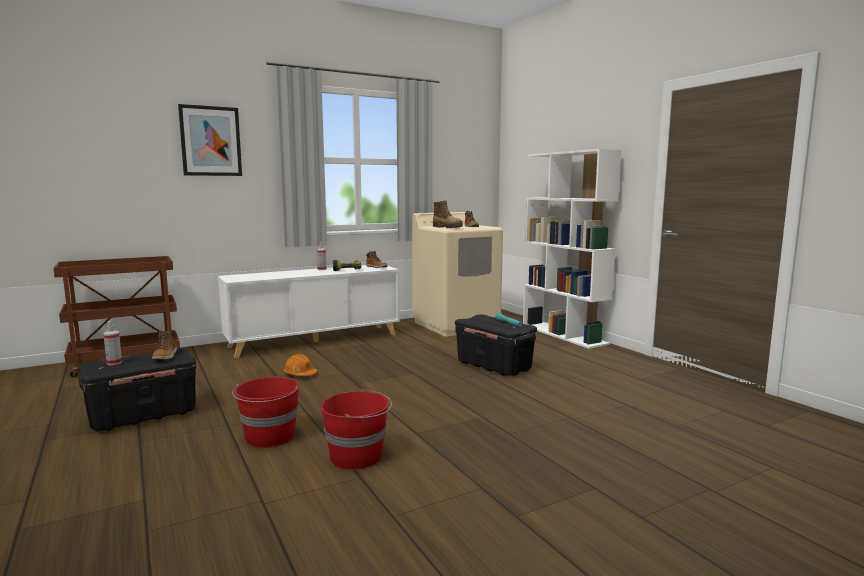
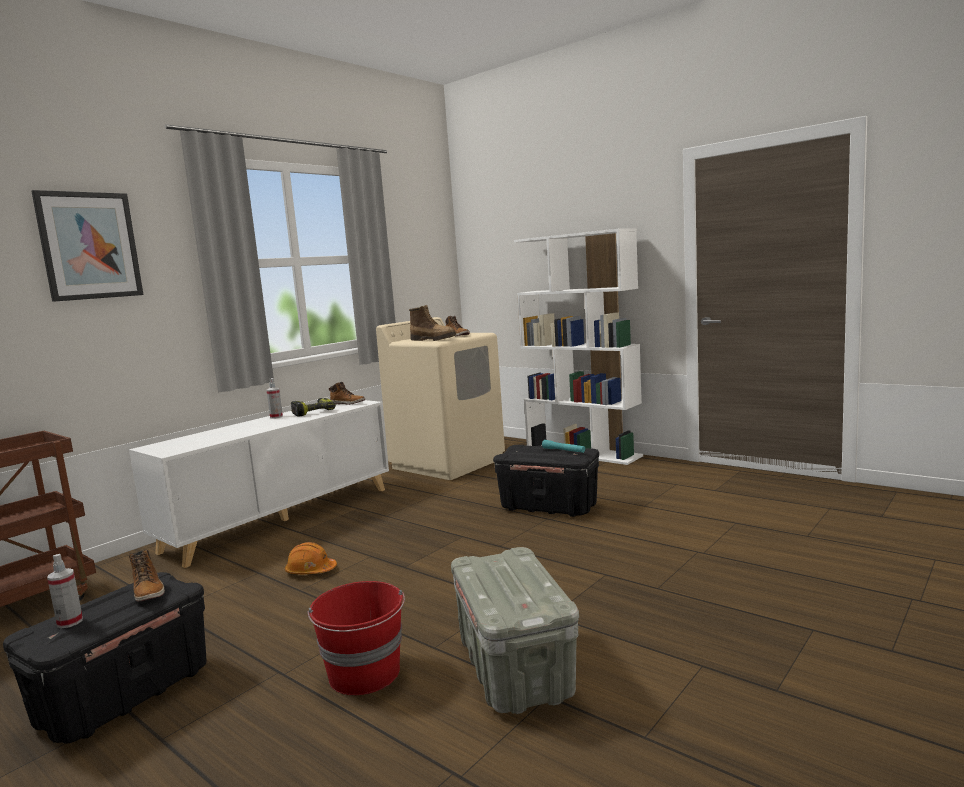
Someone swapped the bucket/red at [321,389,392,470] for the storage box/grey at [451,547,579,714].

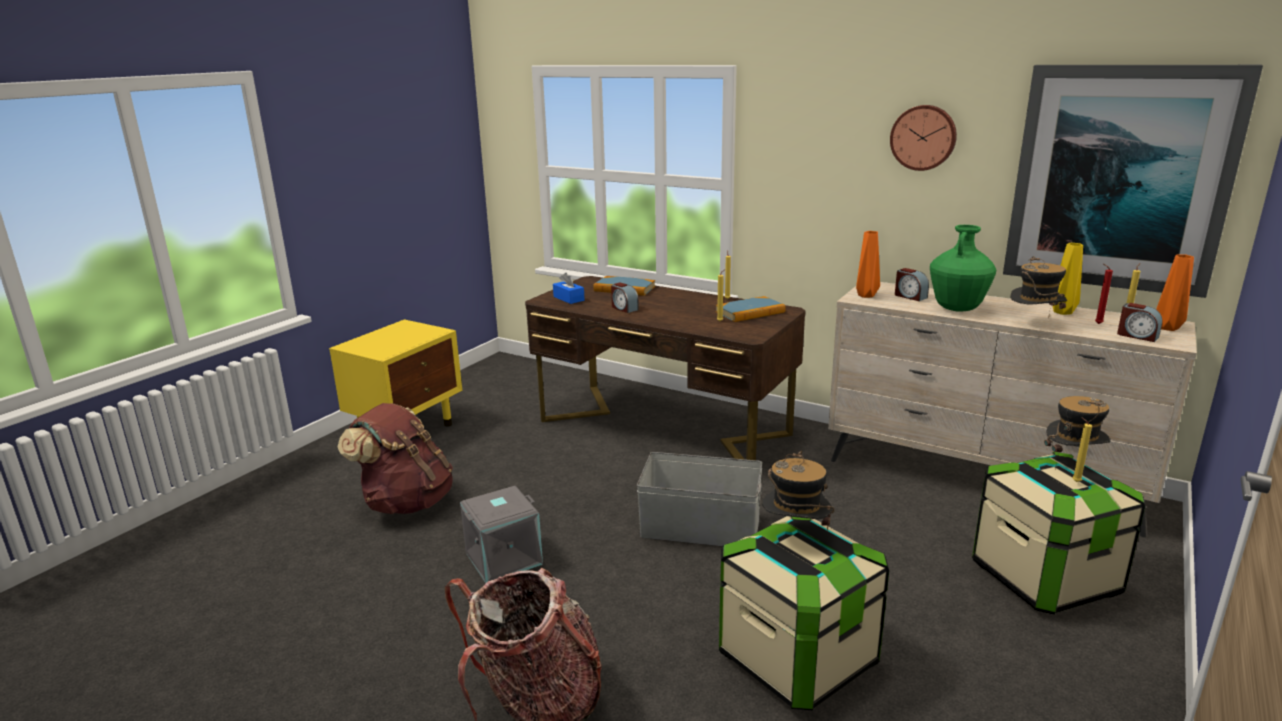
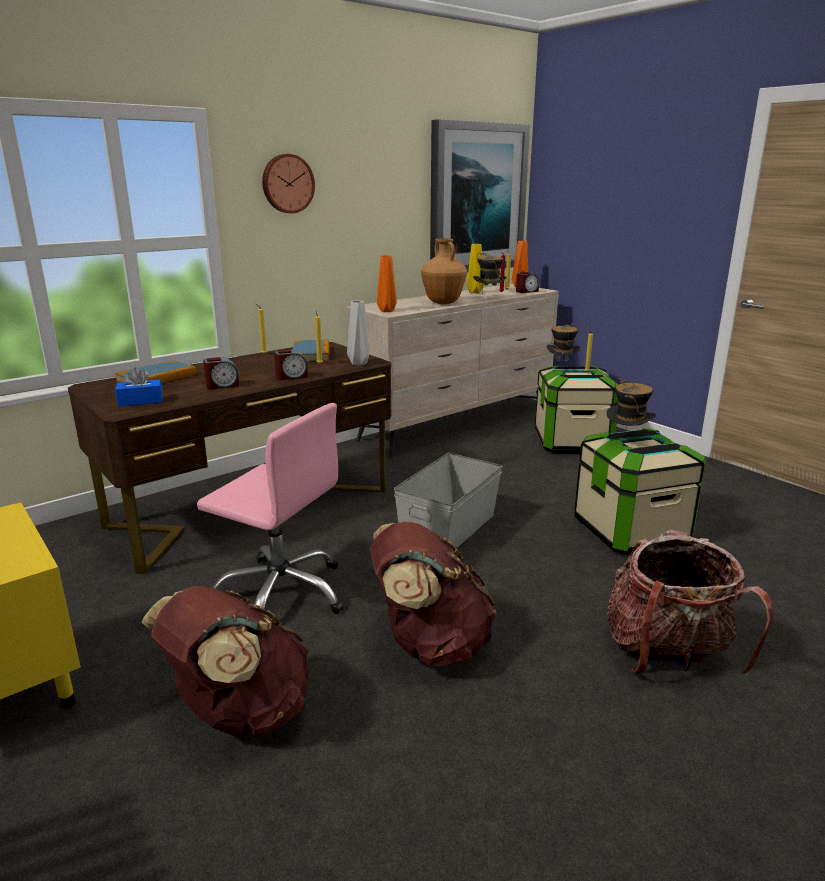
Someone put down the office chair/pink at [197,403,344,614]. Someone put down the vase/grey at [347,300,370,366]. Someone carried the wall clock from [890,105,957,171] to [262,154,315,213]. Someone carried the alarm clock from [895,268,929,301] to [274,349,308,380]. Someone swapped the storage box/grey at [460,486,543,583] for the backpack/brown at [370,522,497,666]. Someone repainted the vase/green at [930,225,996,312], which became the vase/brown at [421,238,467,304].

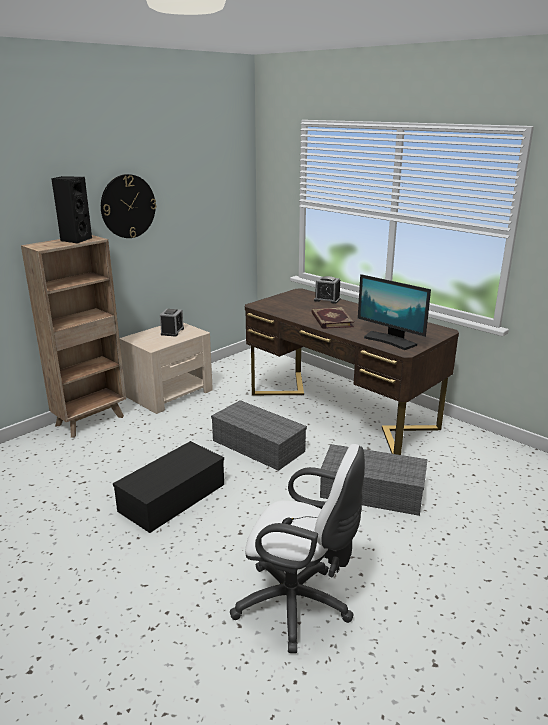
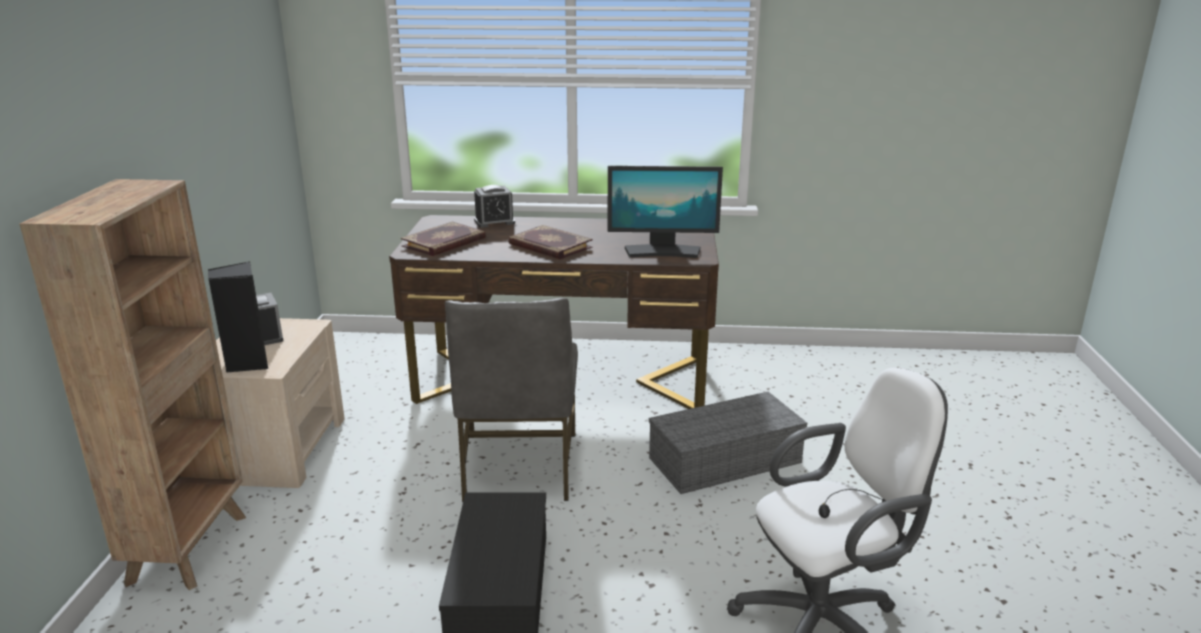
Someone took away the wall clock at [101,174,156,238]. Someone put down the book at [401,221,486,256]. Someone carried the speaker/black from [51,176,92,244] to [208,261,268,372]. Someone swapped the storage box/grey at [211,400,307,471] for the chair/grey at [445,298,578,502].

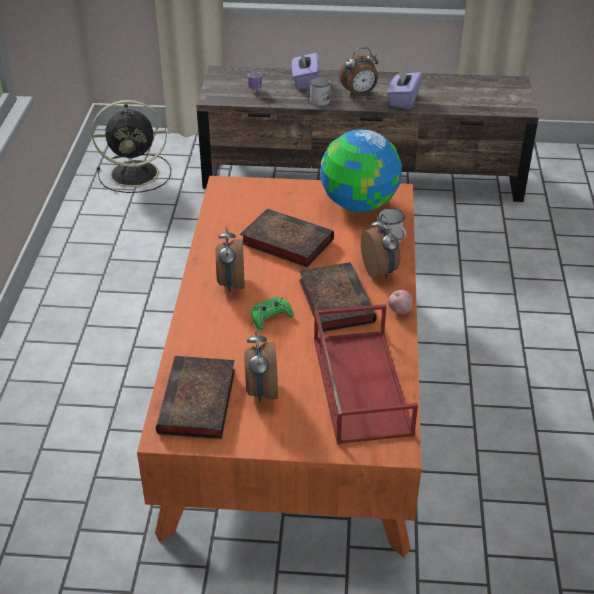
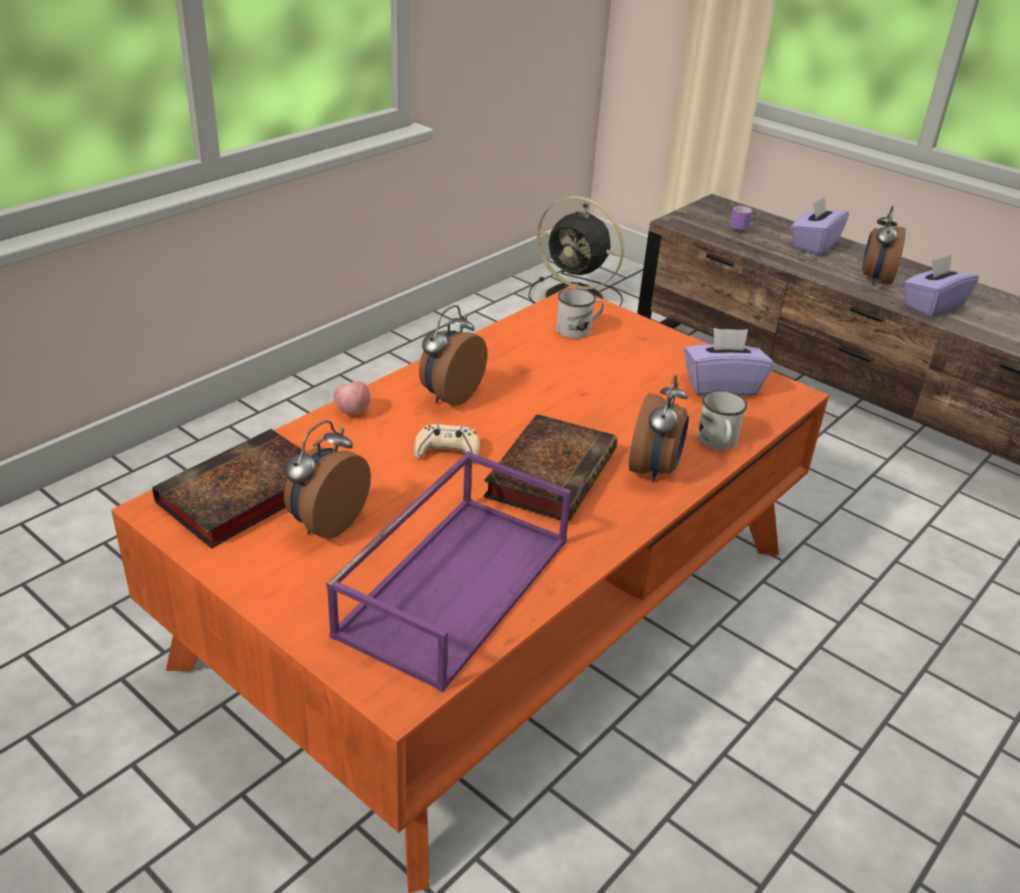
Someone took away the book at [240,208,334,267]. Someone carried the mug/white from [309,76,332,106] to [557,288,604,339]. Someone carried the apple from [388,290,413,314] to [334,381,370,415]. Someone swapped the globe at [321,129,402,212] for the tissue box/purple at [684,328,774,396]. Someone repainted the game controller/green at [251,297,293,330], which became the game controller/beige at [414,424,480,464]. Someone repainted the tray/red at [314,304,418,444], which became the tray/purple at [326,451,571,692]. Someone rotated the alarm clock at [339,47,378,96] by 90 degrees clockwise.

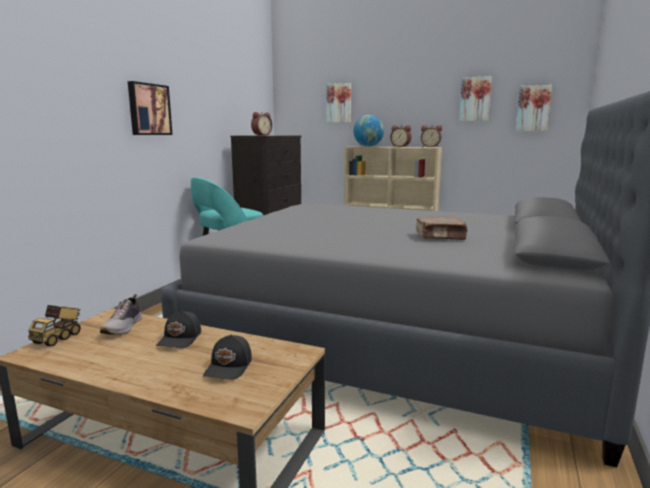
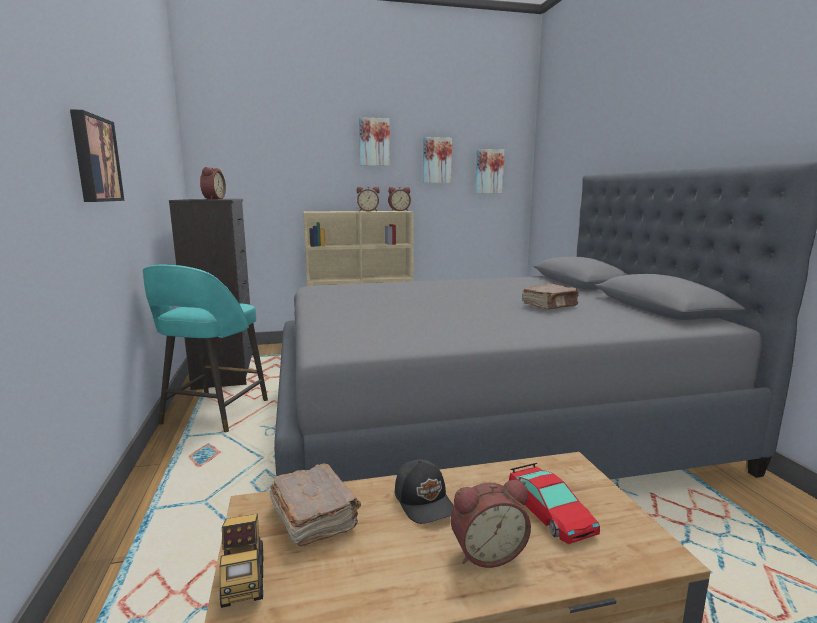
Someone took away the globe at [353,115,384,147]. Someone put down the alarm clock at [451,480,531,568]. Someone carried the picture from [326,83,351,123] to [359,117,390,166]. Someone swapped the shoe at [100,294,142,335] for the book/brown at [269,463,361,546]. Someone swapped the cap/black at [203,335,252,380] for the toy car at [509,463,600,544].

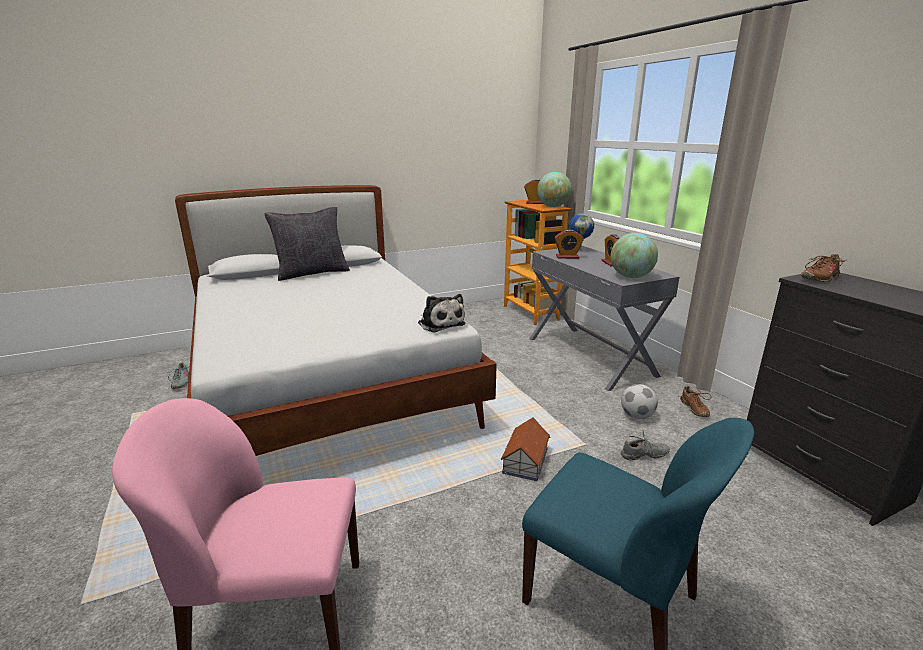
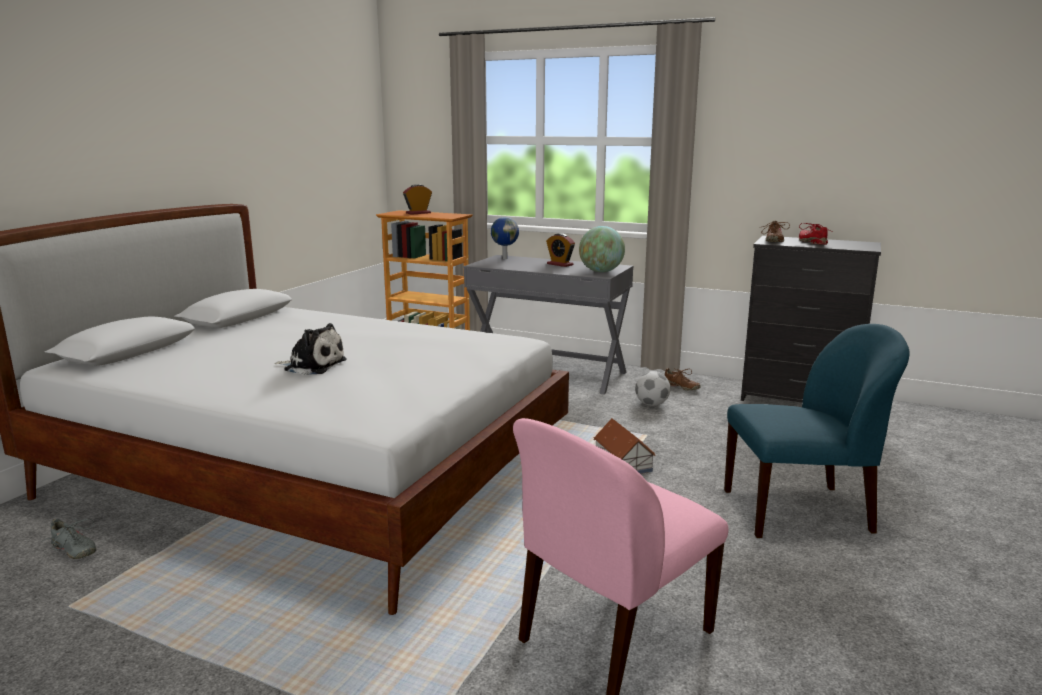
Someone took away the pillow/black at [264,207,350,281]. Someone took away the globe at [537,172,572,207]. Someone took away the alarm clock at [555,229,584,259]. Someone took away the shoe/grey at [621,430,670,460]. Someone put down the shoe/red at [799,223,831,245]. Someone carried the plush toy from [418,294,466,333] to [274,323,347,375].

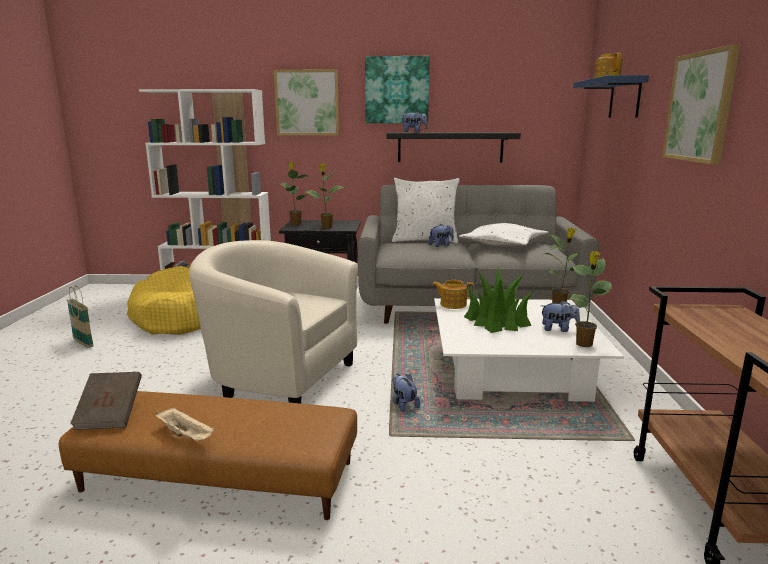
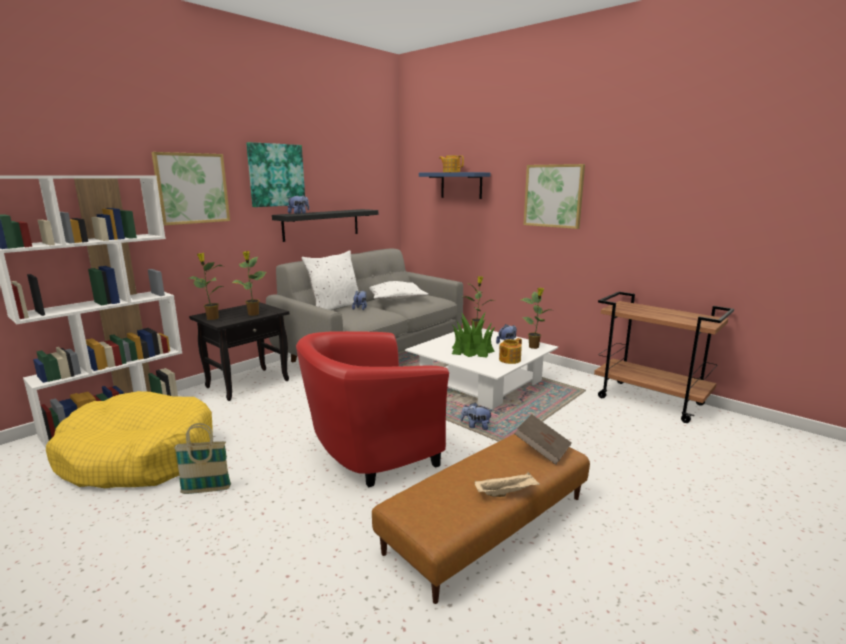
Someone carried the basket from [67,285,94,348] to [174,423,231,494]. Someone carried the book/brown from [70,372,142,430] to [514,414,572,465]. Someone carried the teapot from [432,280,474,309] to [499,338,522,364]. Someone repainted the armchair/beige at [189,240,358,404], which became the armchair/red at [296,331,449,488].

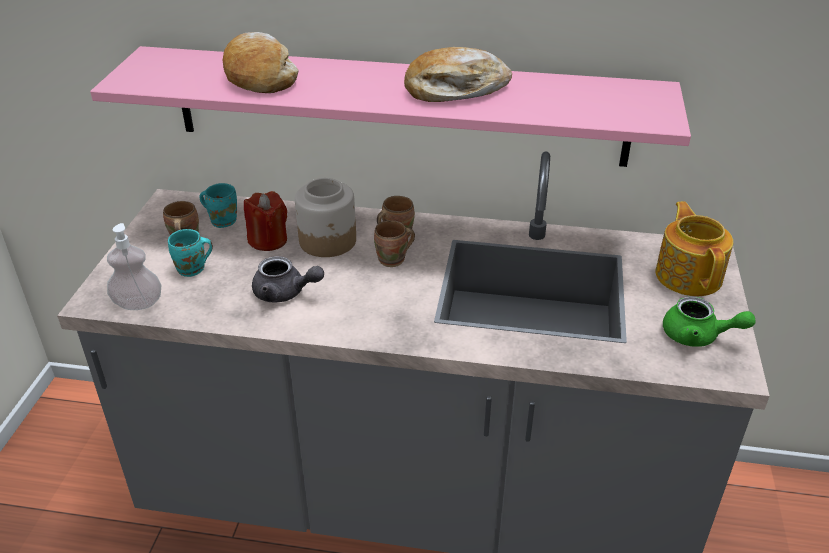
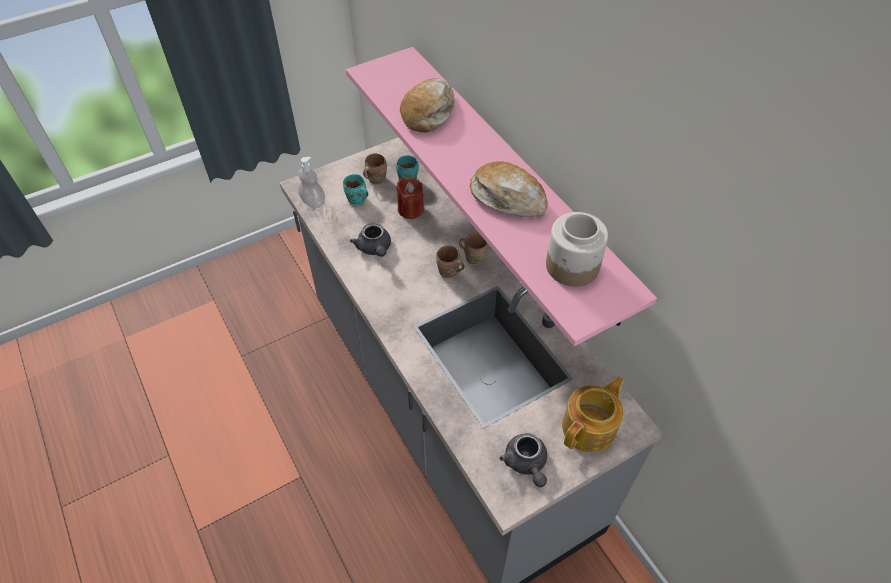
Someone carried the jar from [295,178,356,257] to [546,212,608,287]. Someone repainted the teapot/green at [663,296,756,347], which became the teapot/grey at [500,433,547,487].

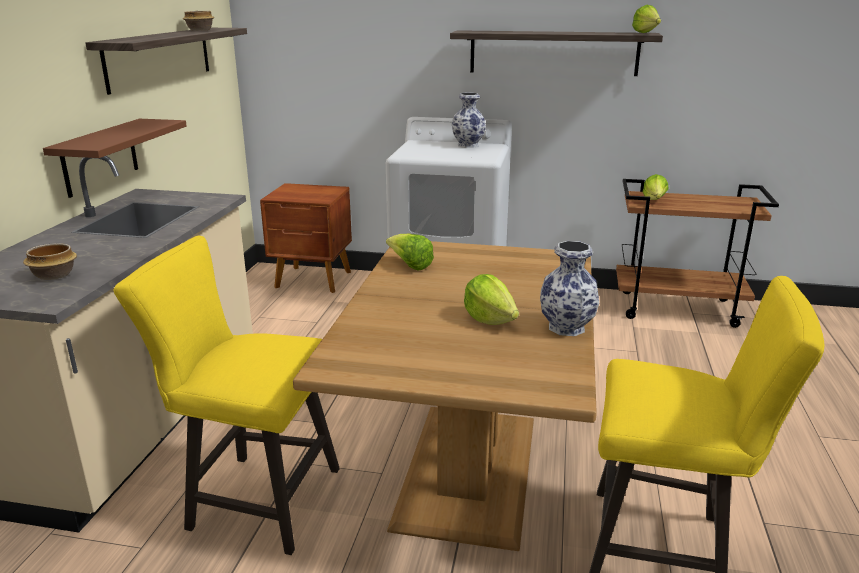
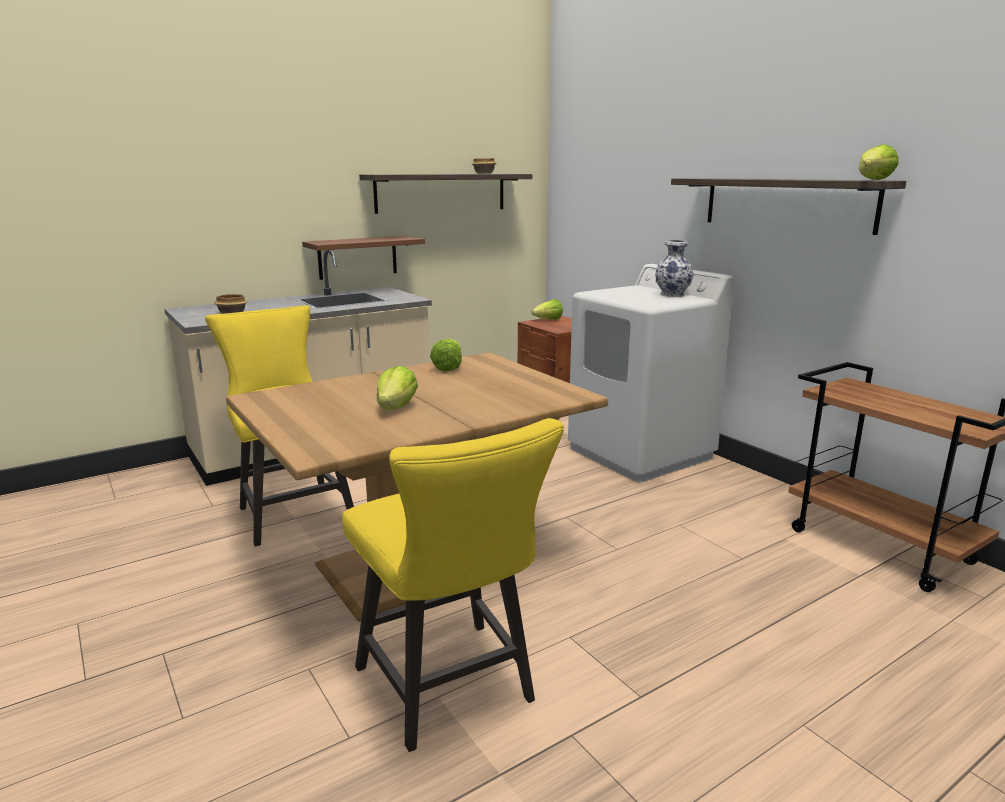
Someone took away the vase at [540,241,599,336]. Someone carried the lettuce from [642,174,668,200] to [532,299,563,320].

